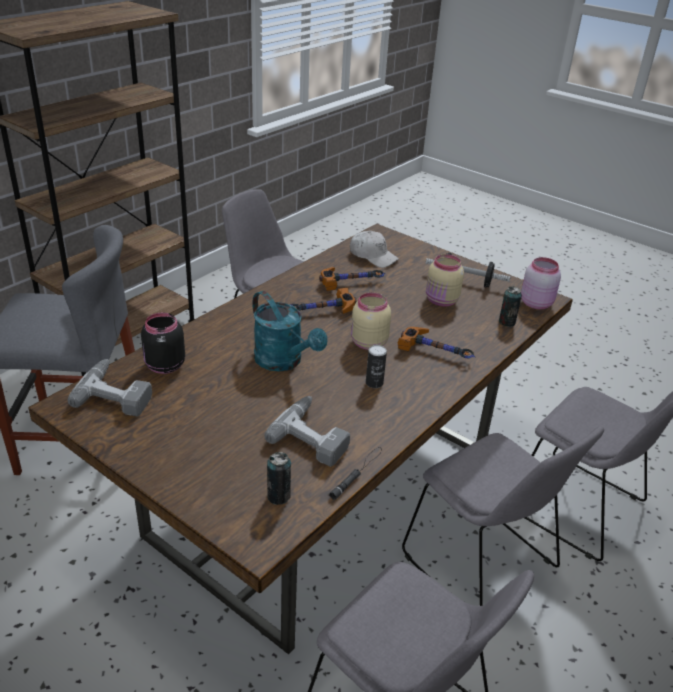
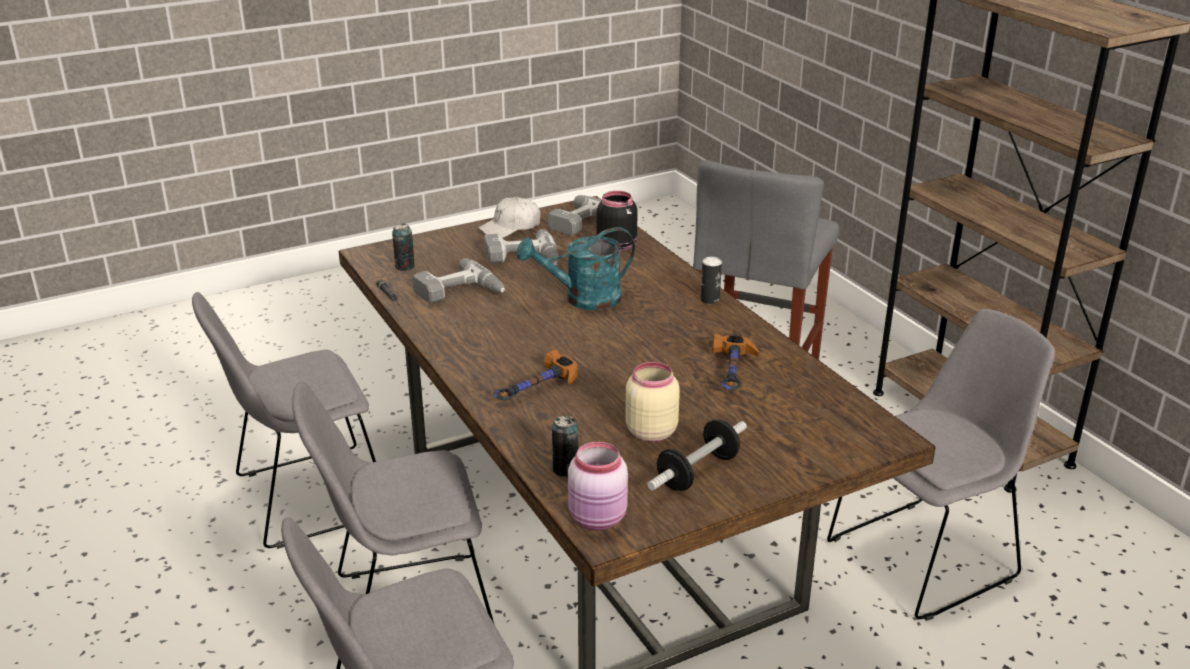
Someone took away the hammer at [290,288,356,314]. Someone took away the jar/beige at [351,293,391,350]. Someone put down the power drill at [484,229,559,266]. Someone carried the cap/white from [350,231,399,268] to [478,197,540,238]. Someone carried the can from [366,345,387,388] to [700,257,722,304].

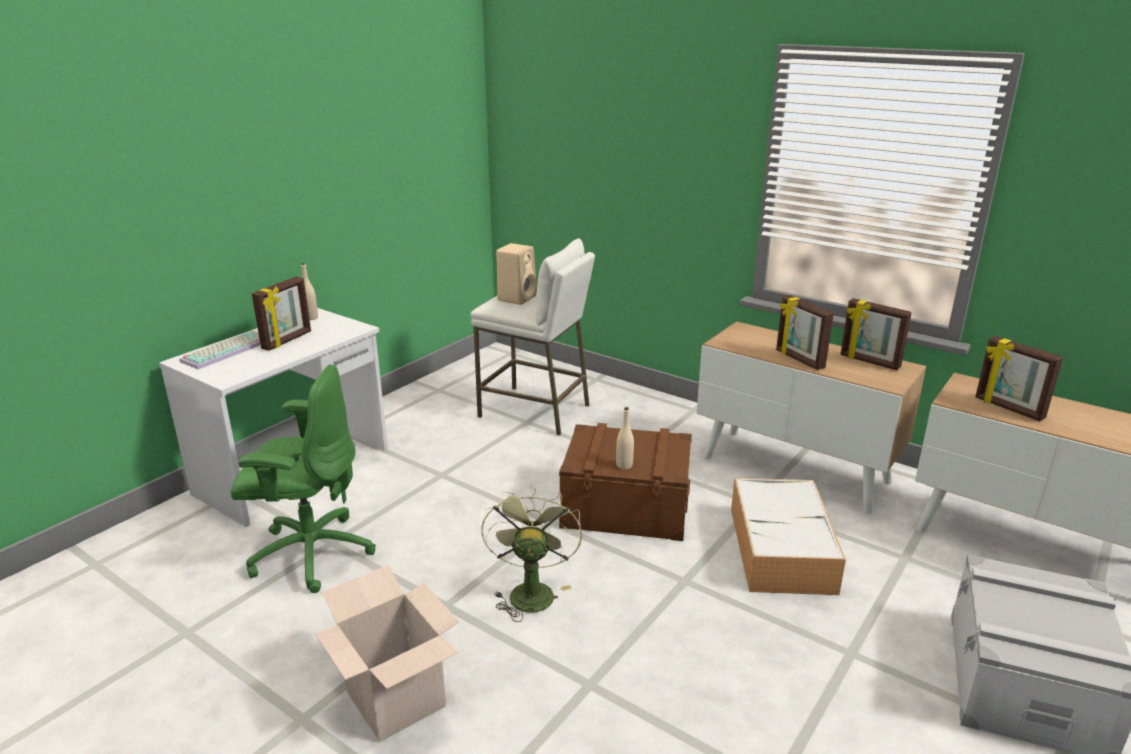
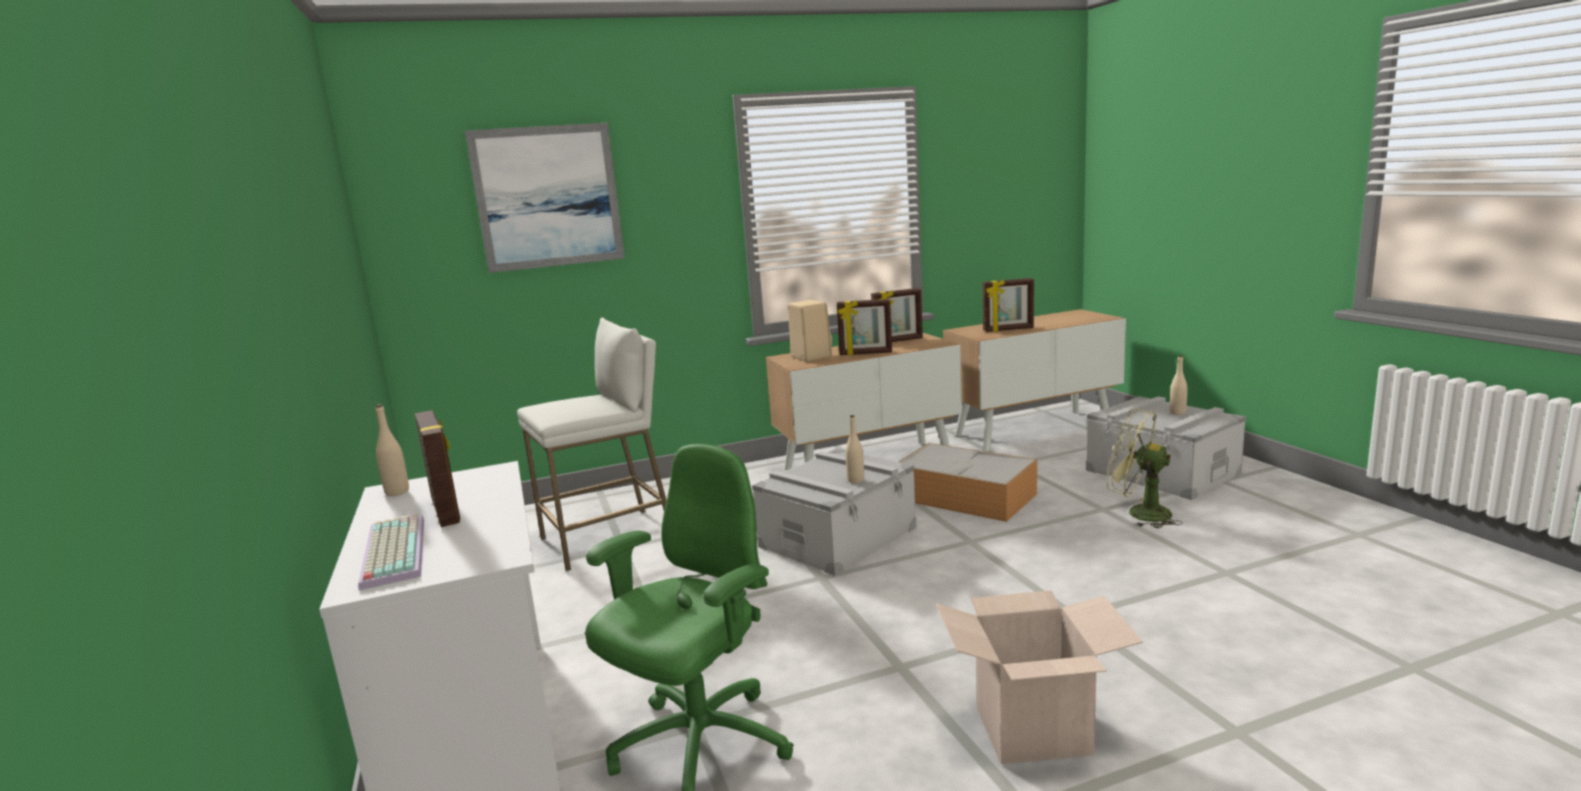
Someone put up the picture at [465,123,625,273]. Someone put down the bottle/beige at [1170,355,1187,415]. Someone carried the fan/green from [481,485,582,622] to [1107,409,1183,528]. Someone carried the speaker/beige from [496,243,537,305] to [788,300,832,362]. Someone repainted the storage box/brown at [559,423,692,541], which became the storage box/grey at [752,448,916,576].

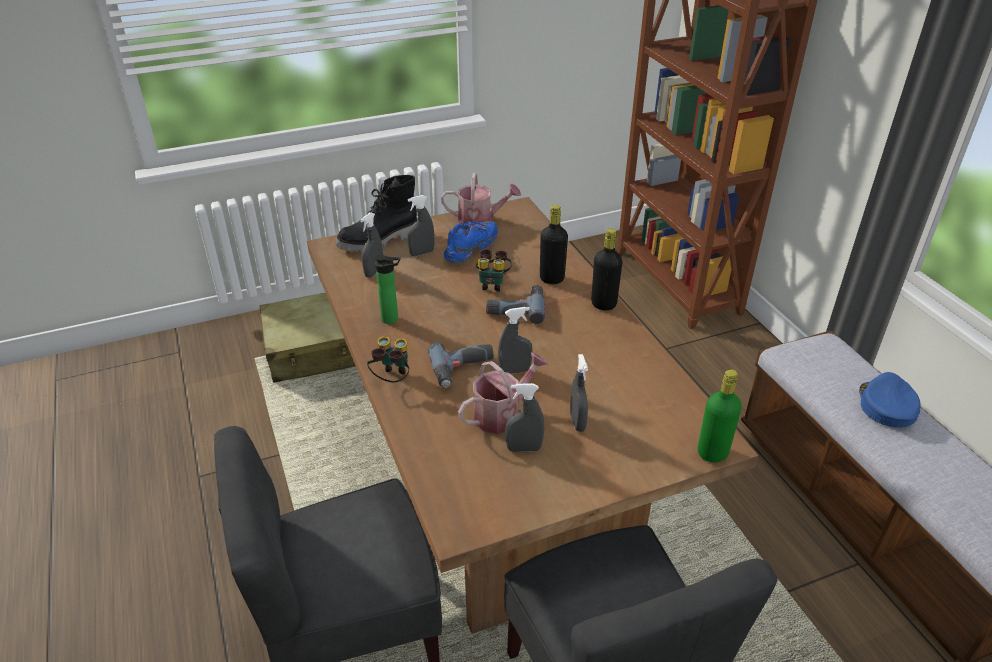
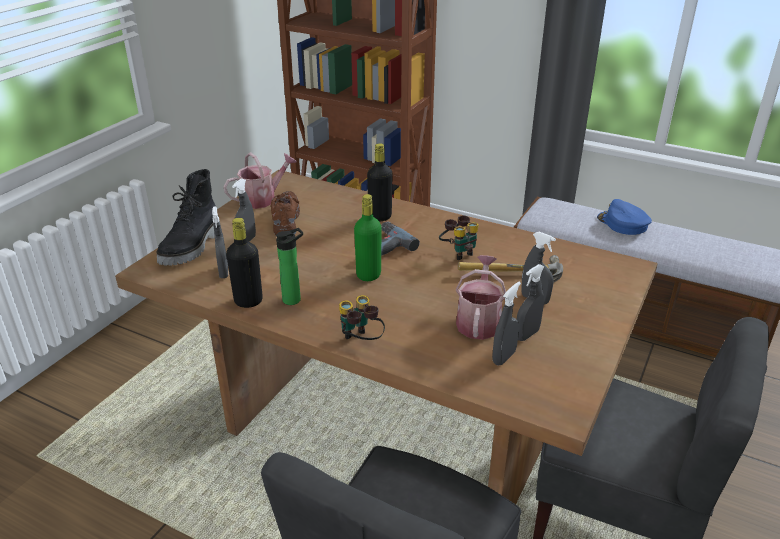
Someone took away the suitcase/beige at [260,293,355,383]. Someone took away the power drill at [428,343,494,388]. Someone put down the hammer at [458,255,563,283]. Someone carried the binoculars from [476,249,512,292] to [439,215,479,260]. Someone carried the spray bottle/grey from [498,307,533,374] to [492,282,521,366]. Someone carried the bottle/black from [591,229,623,310] to [226,218,263,308]. Someone carried the bottle/green from [698,370,742,462] to [354,194,382,281]. Someone repainted the shoe/blue at [444,221,498,264], which became the shoe/brown at [270,191,300,235].

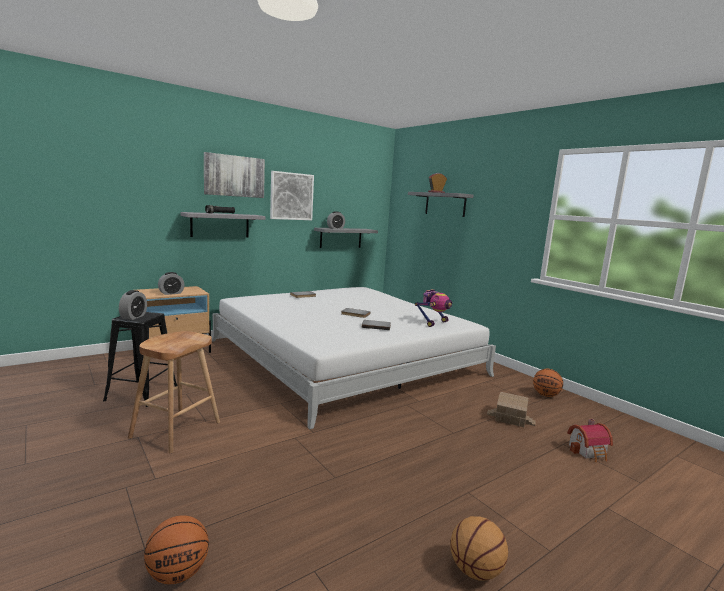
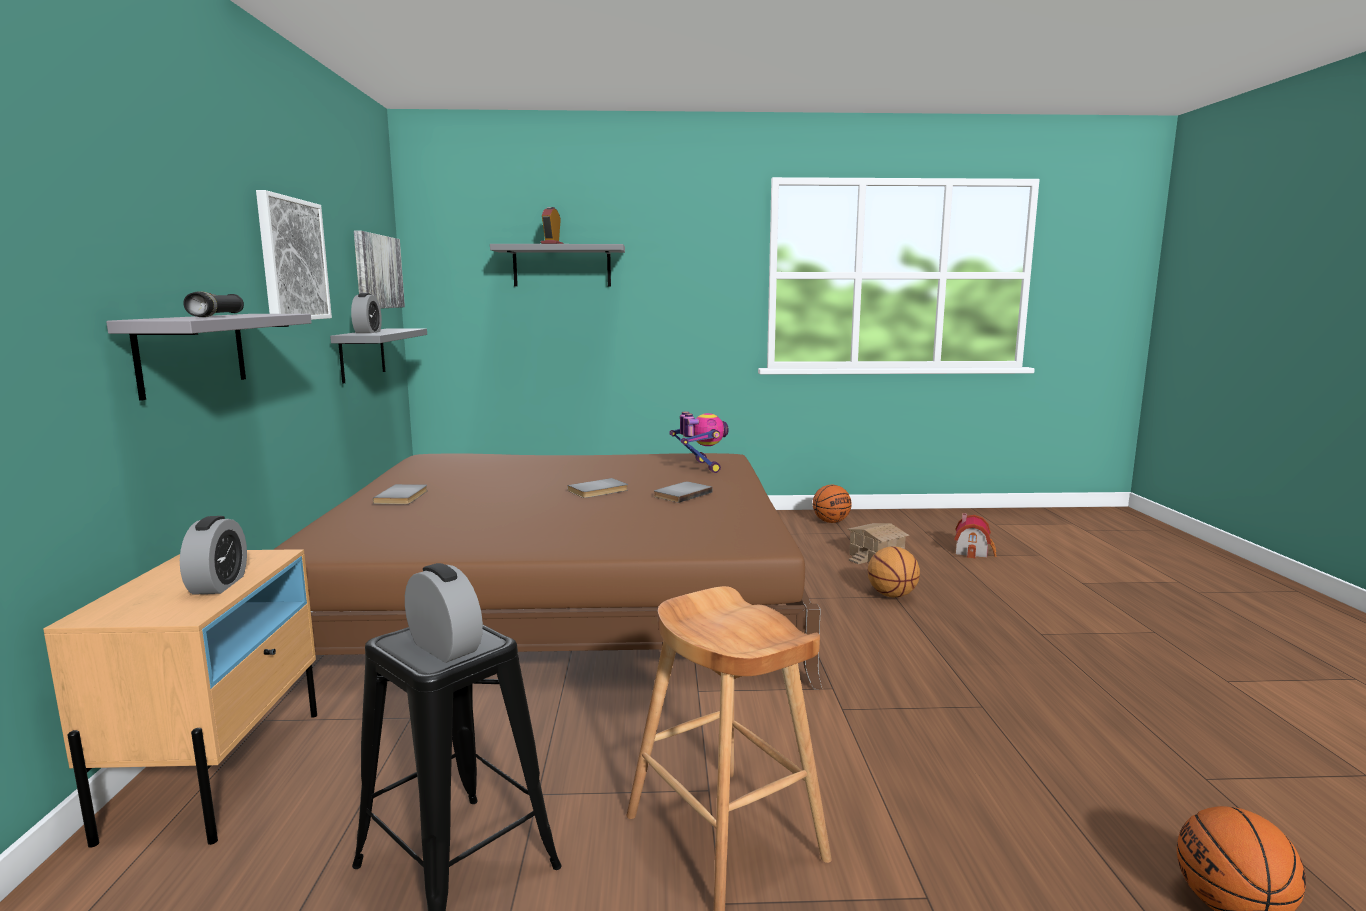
Someone carried the picture from [204,152,265,198] to [354,231,405,309]. Someone carried the basketball from [450,516,508,580] to [868,546,920,598]. Someone repainted the bed/white at [212,287,496,429], which became the bed/brown at [273,453,822,689].

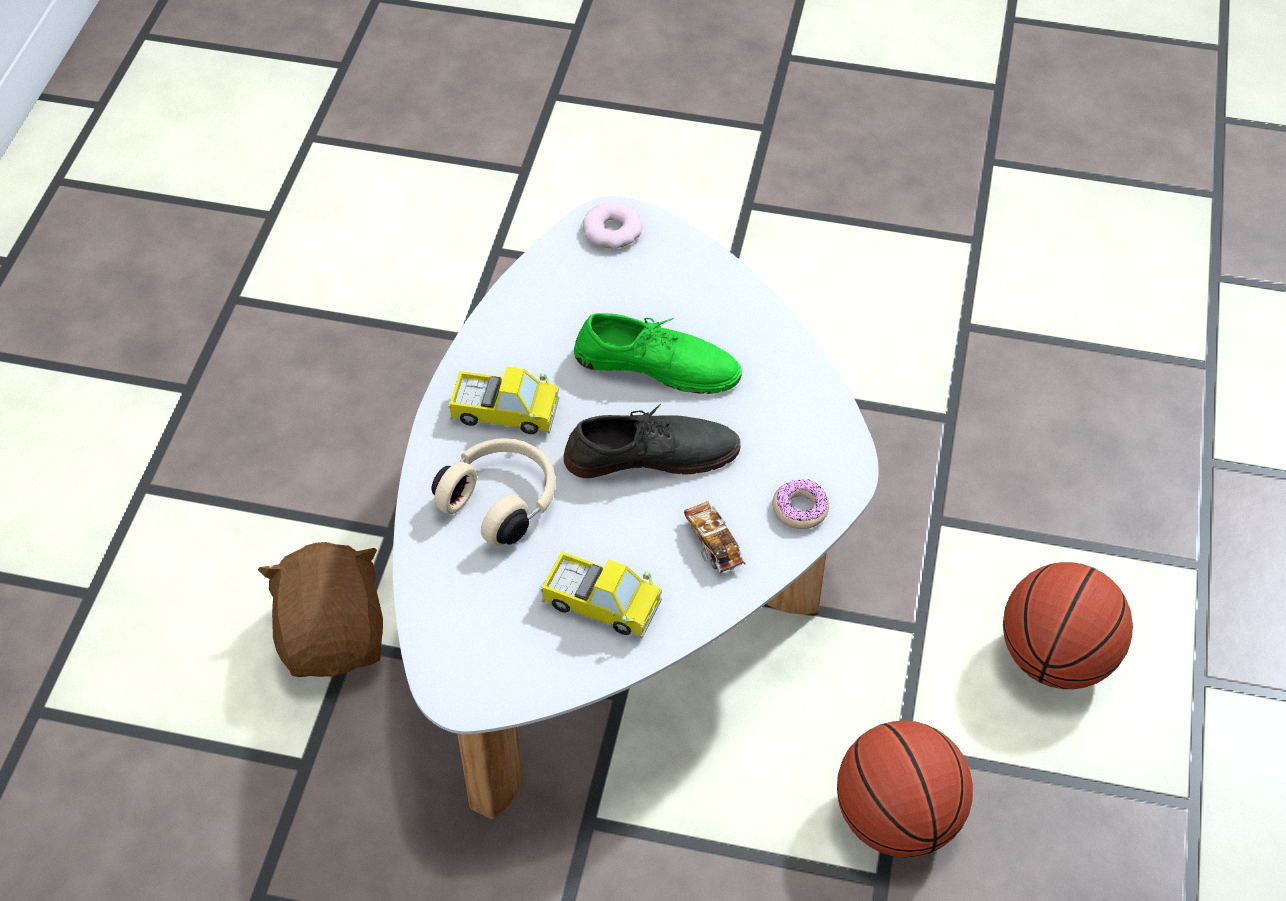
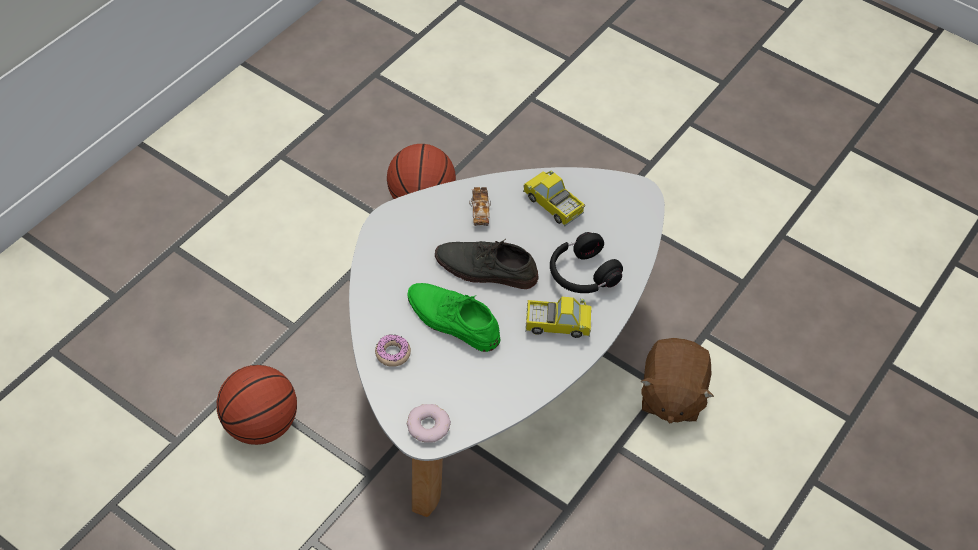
Someone carried the donut from [772,479,829,529] to [375,334,411,367]. Someone carried the basketball from [1003,562,1133,689] to [217,365,297,445]. Someone repainted the headphones/beige at [431,438,556,546], which became the headphones/black at [550,232,623,293]. Someone rotated the toy truck at [448,367,559,434] by 150 degrees clockwise.

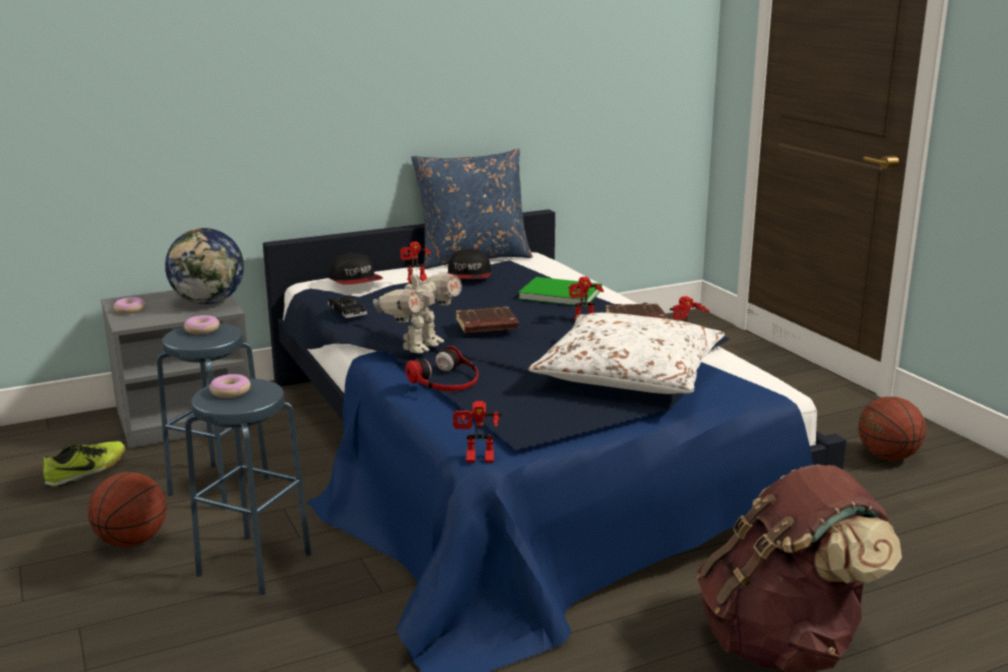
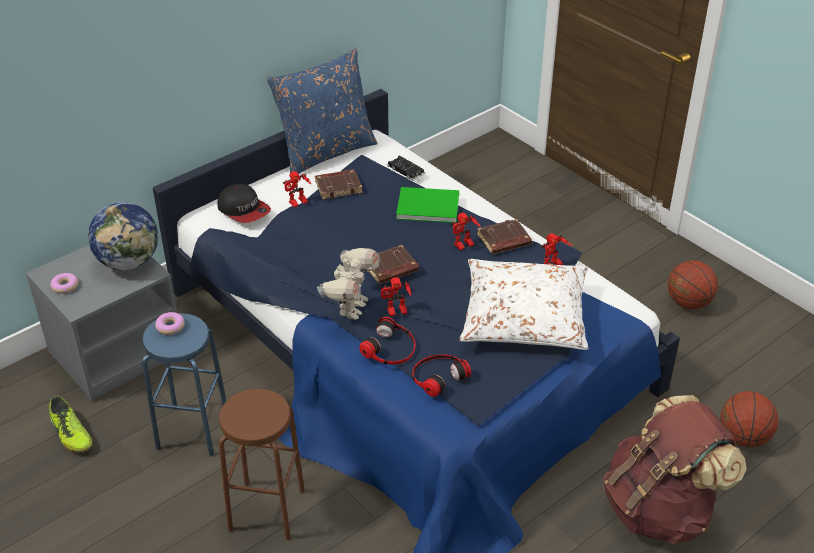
Someone took away the donut at [210,374,250,398]. Someone put down the headphones at [412,354,471,397]. Someone carried the basketball from [88,472,167,547] to [720,391,779,447]. Someone carried the toy car/black from [328,295,367,318] to [387,156,425,181]. Someone carried the toy robot from [453,401,501,463] to [381,277,411,317]. Someone swapped the cap at [447,248,491,279] for the book/brown at [315,169,363,200]. Someone repainted the stool/blue at [185,378,311,595], which became the stool/brown at [219,389,305,540]. Someone rotated the shoe at [43,441,126,488] by 120 degrees clockwise.

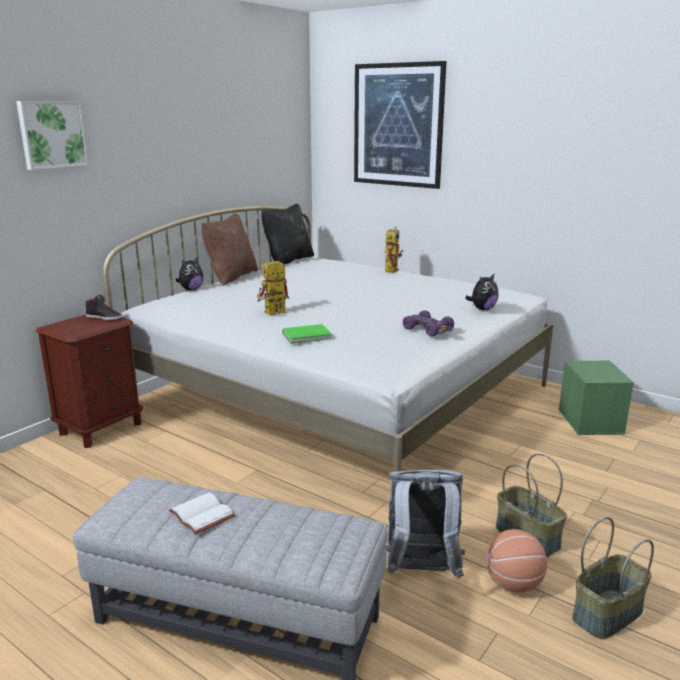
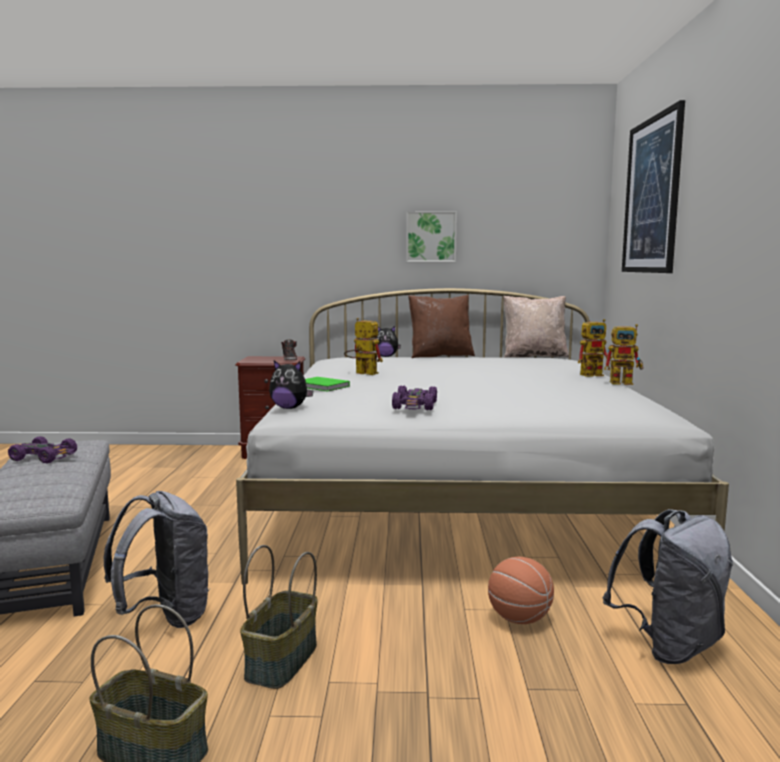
Someone put down the toy robot at [604,324,643,385]. Someone carried the picture from [16,101,89,170] to [406,211,457,262]. Someone carried the plush toy from [465,273,499,310] to [269,360,314,409]. Someone carried the basketball from [486,529,547,593] to [488,557,554,624]. Someone swapped the book/white at [169,492,235,535] for the toy car/purple at [8,436,77,464]. Someone swapped the storage box/green at [559,361,634,435] for the backpack/grey at [603,509,733,664]. Someone repainted the pillow/black at [261,204,314,264], which became the pillow/beige at [503,296,569,358].

